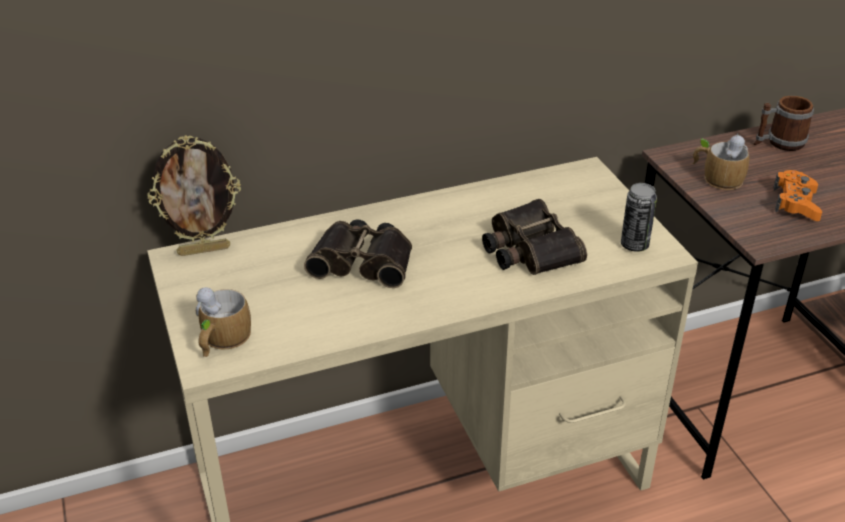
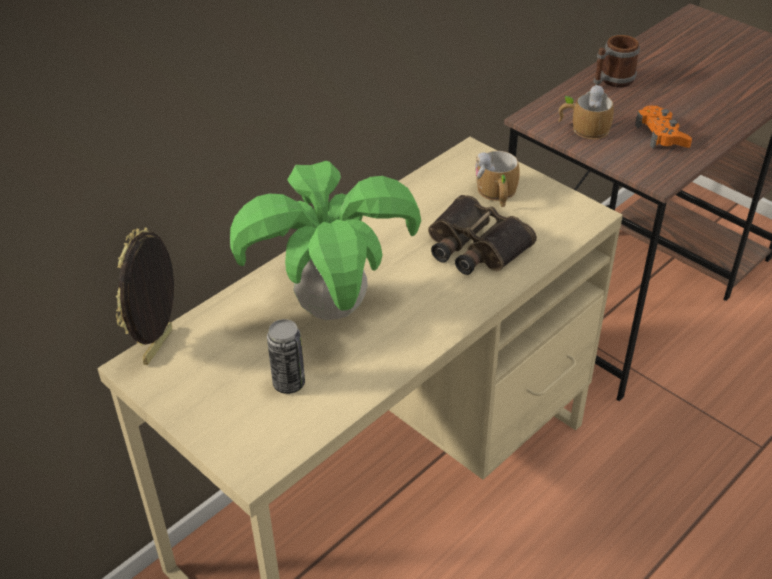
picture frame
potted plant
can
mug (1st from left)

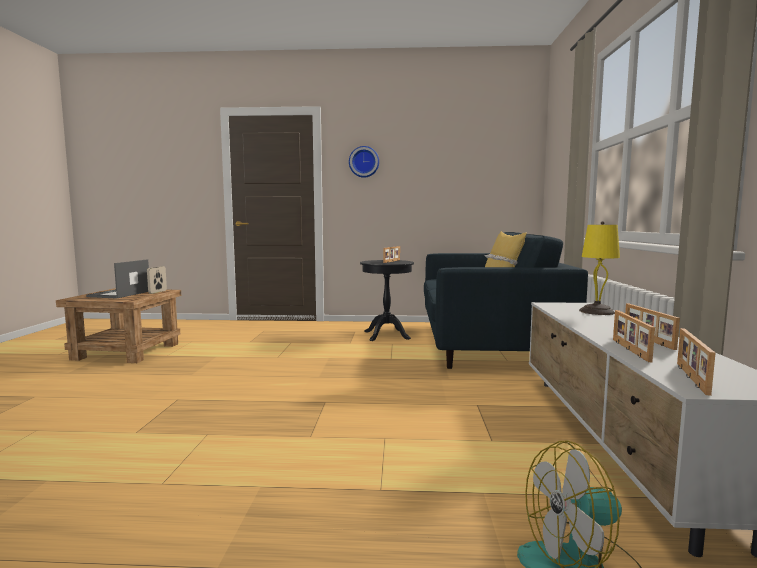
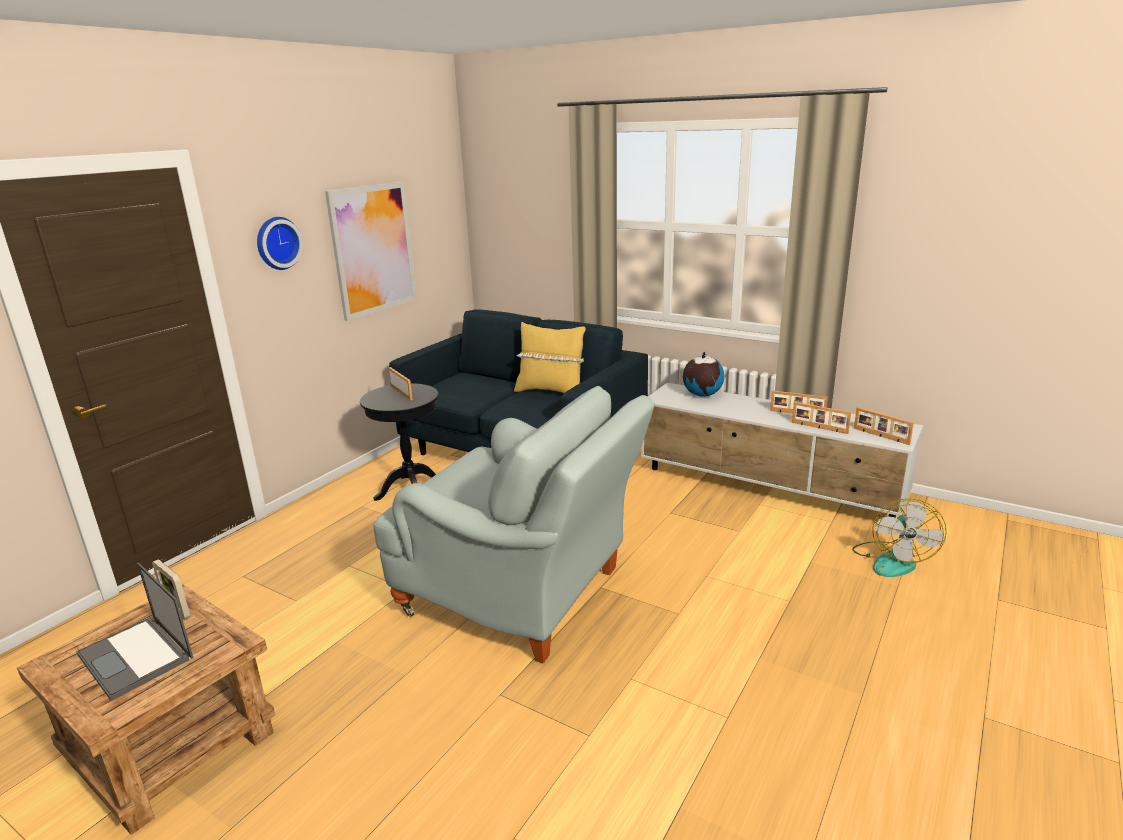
picture
grey armchair
globe

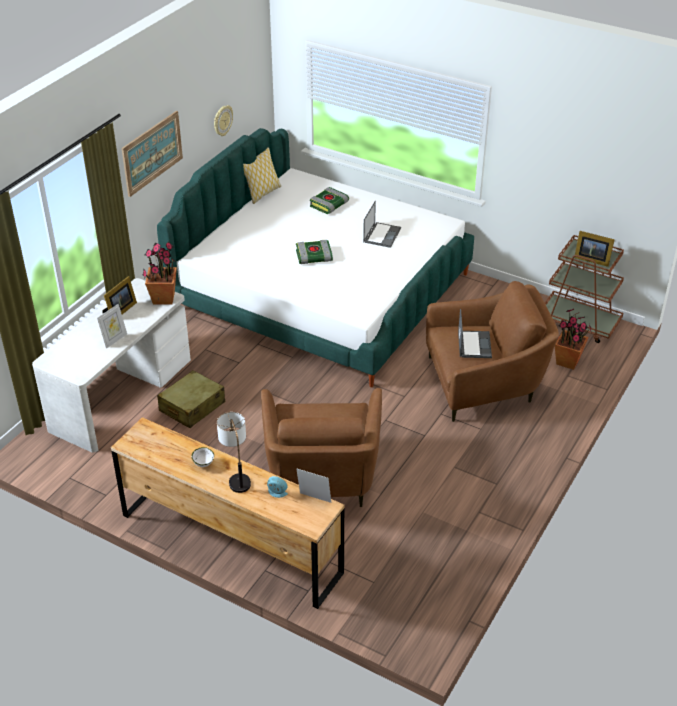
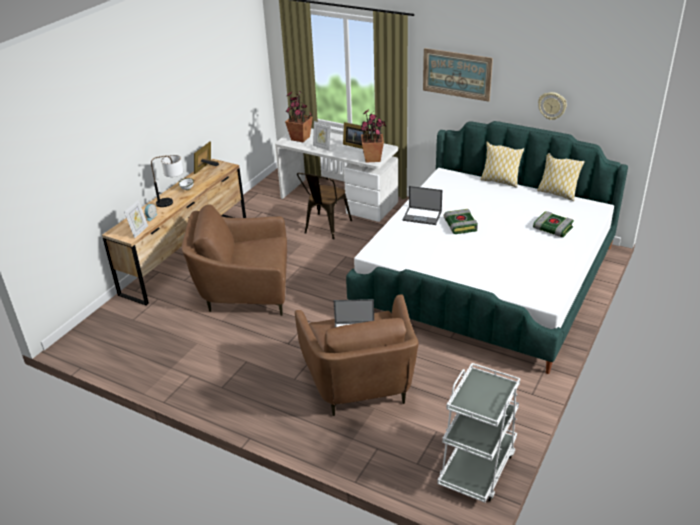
picture frame (2nd from left)
potted plant (1st from left)
brown chair
laptop (2nd from left)
white cart
pillow (1st from left)

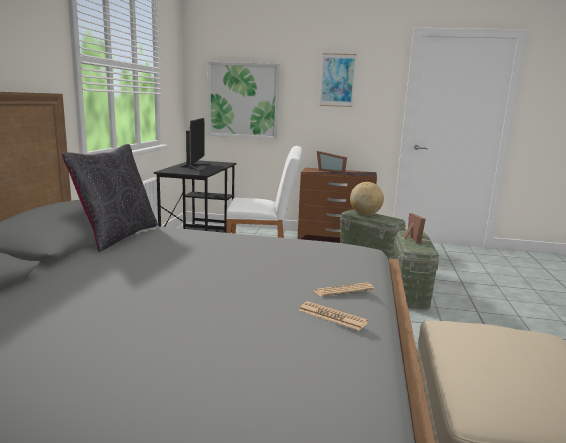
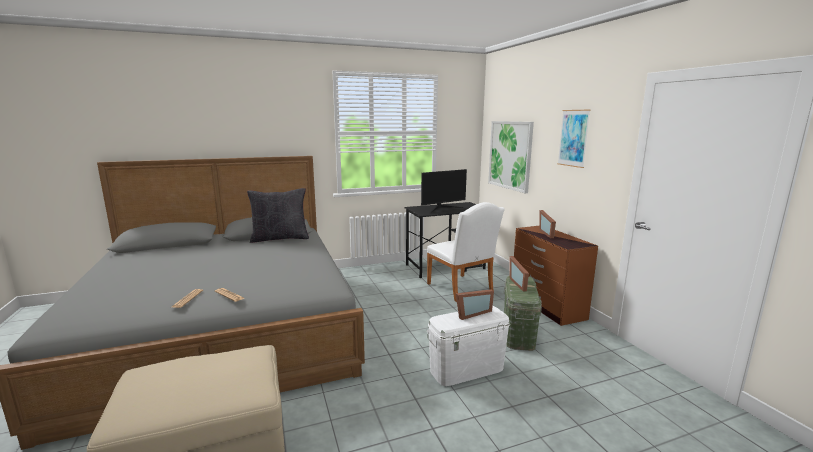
white storage box
picture frame (2nd from left)

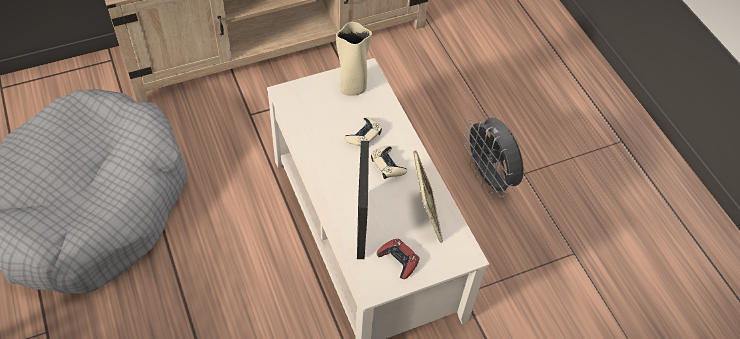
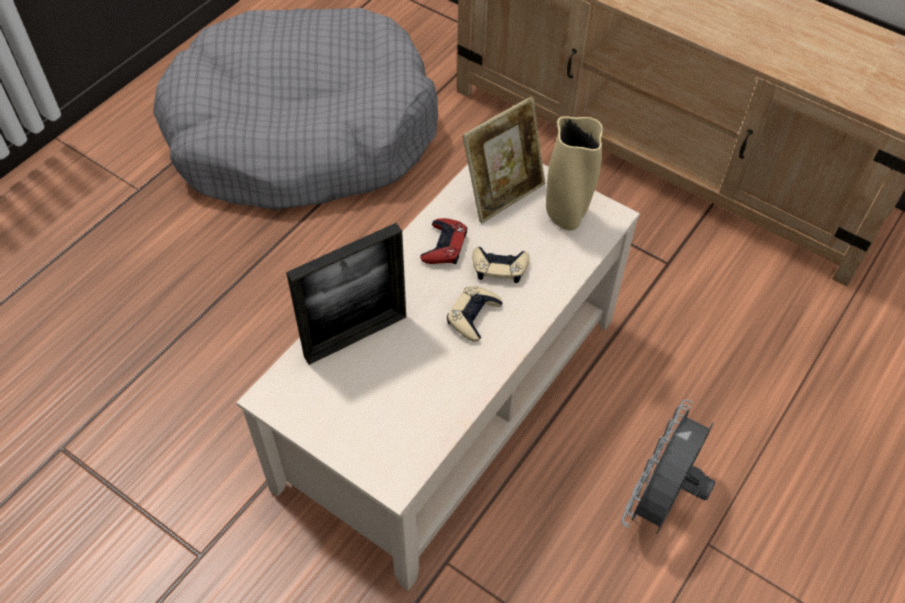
red game controller
picture frame (2nd from left)

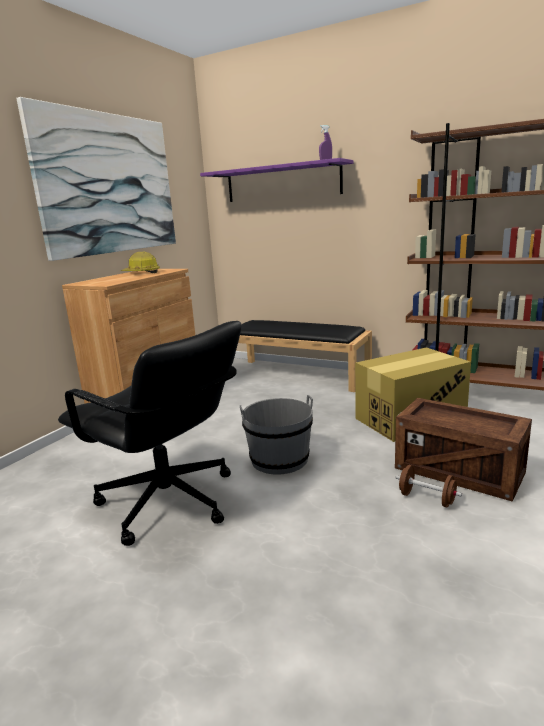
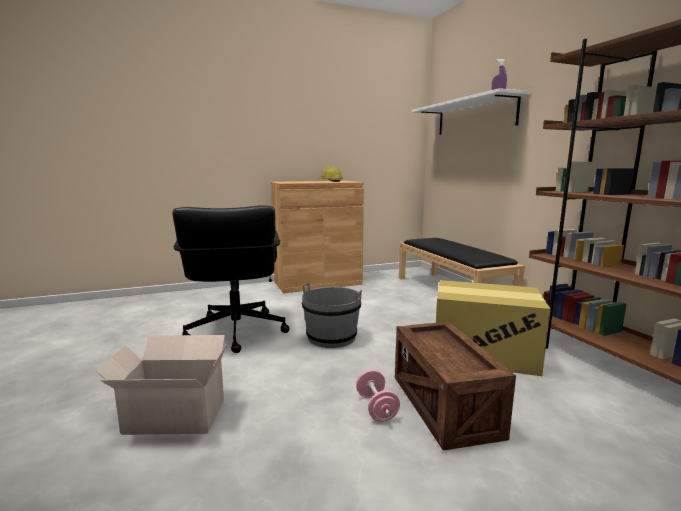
cardboard box (1st from left)
pink dumbbell
white shelf
picture

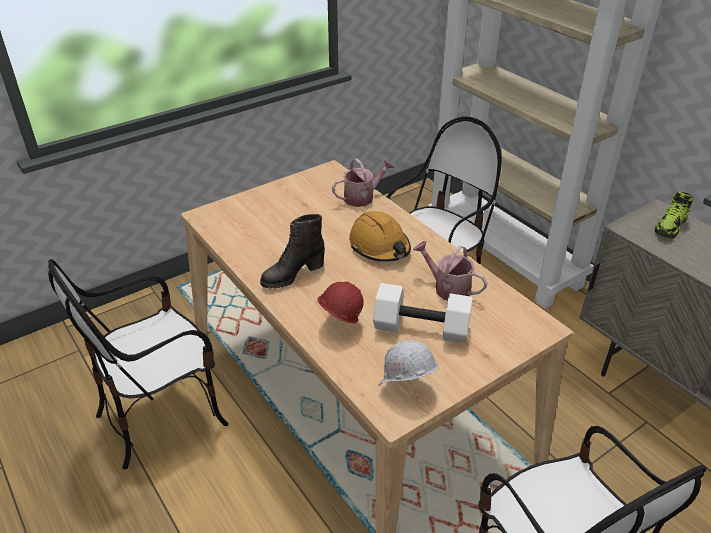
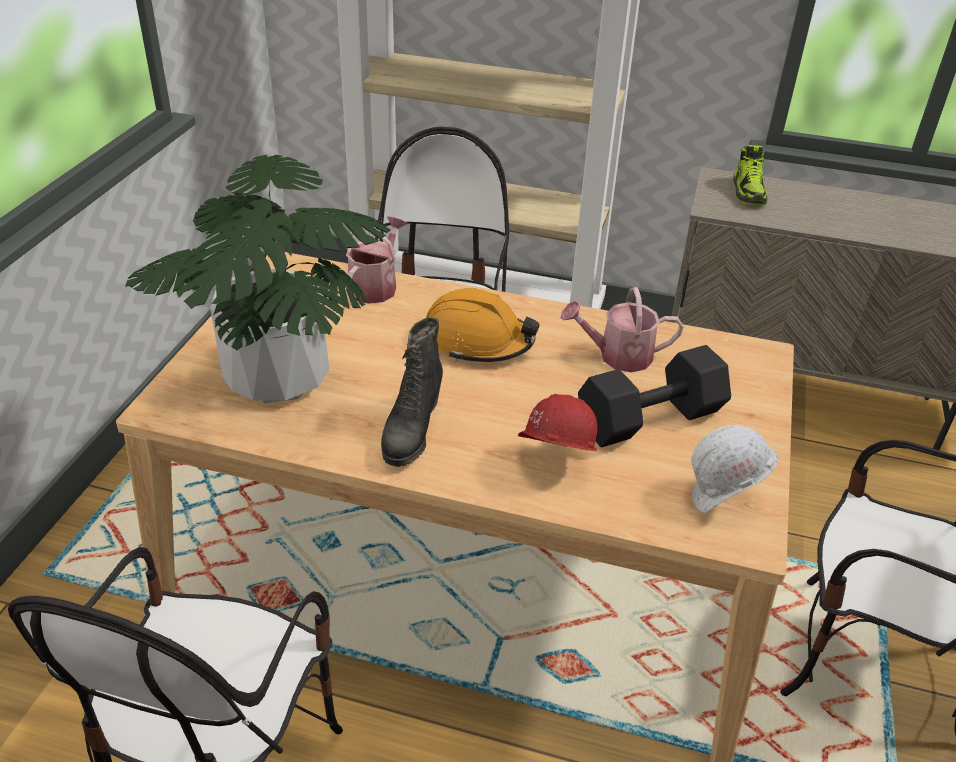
potted plant
black dumbbell

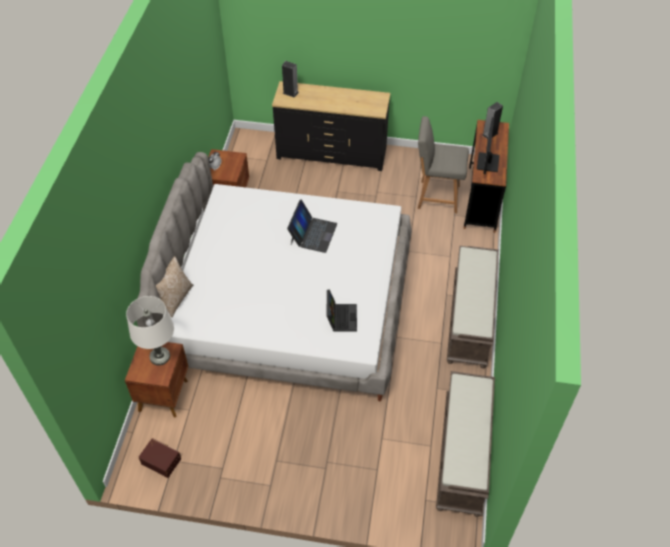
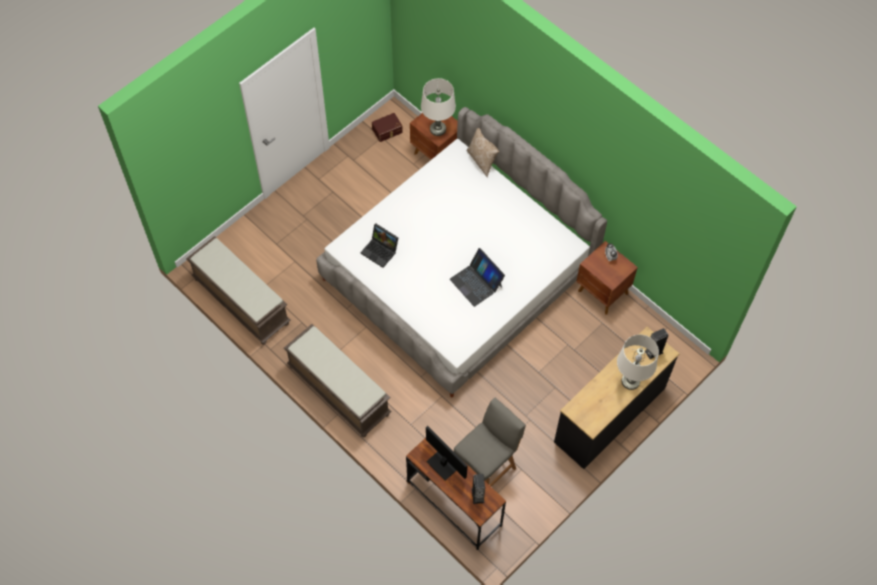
white table lamp (2nd from left)

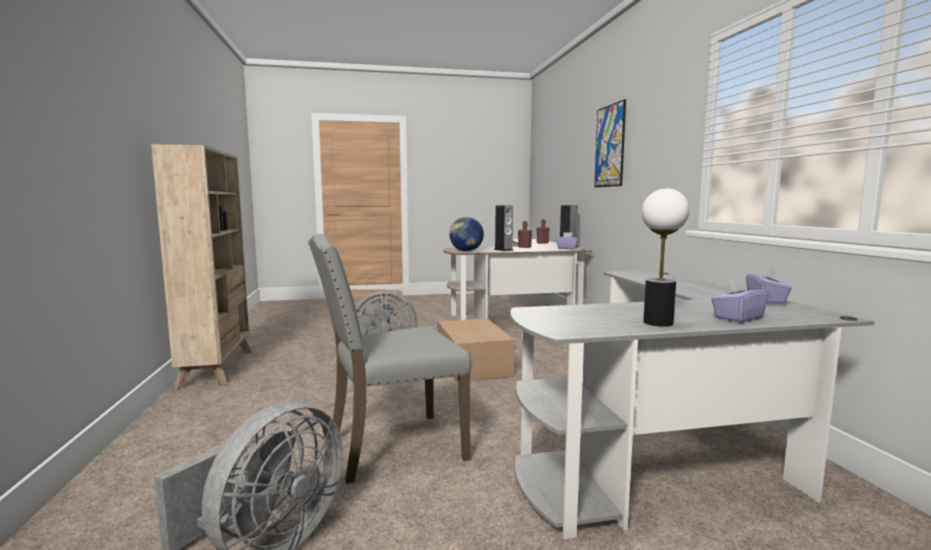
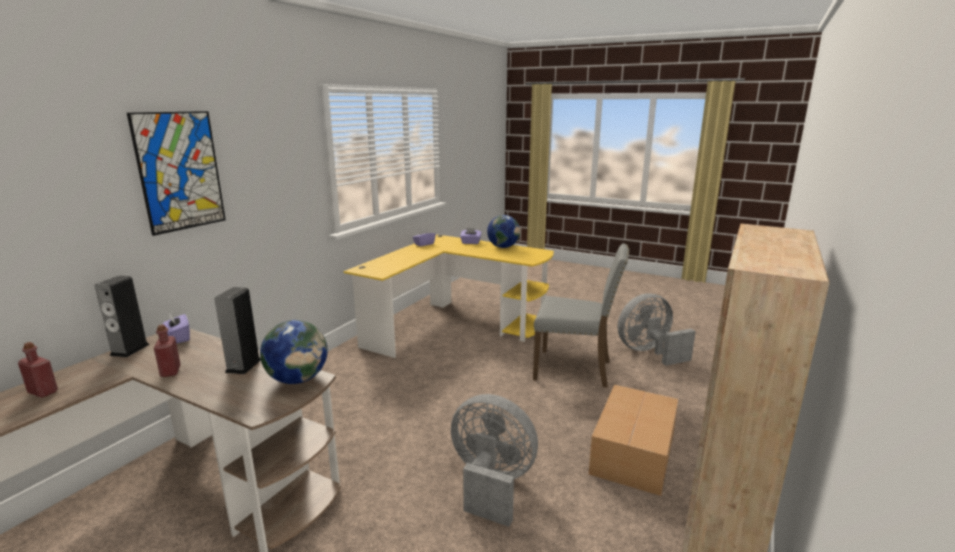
yellow desk
globe (2nd from left)
cardboard box

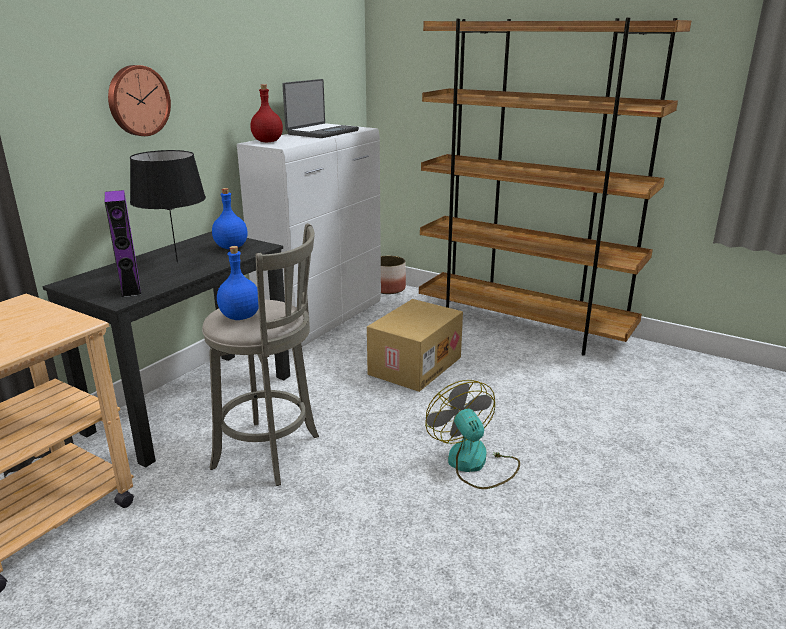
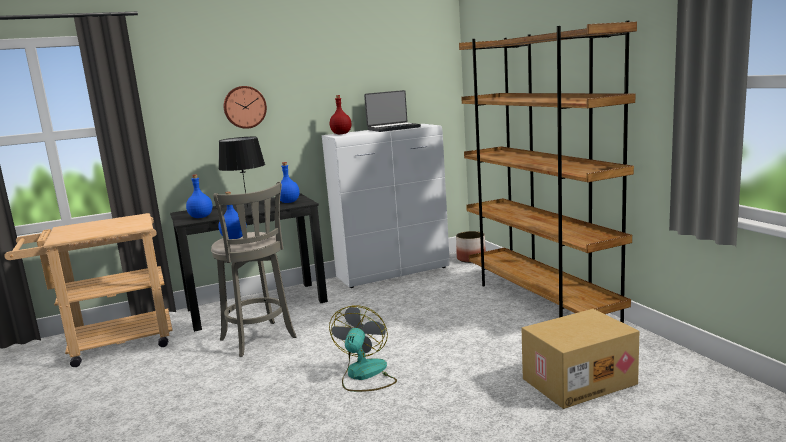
blue bottle (1st from left)
cardboard box

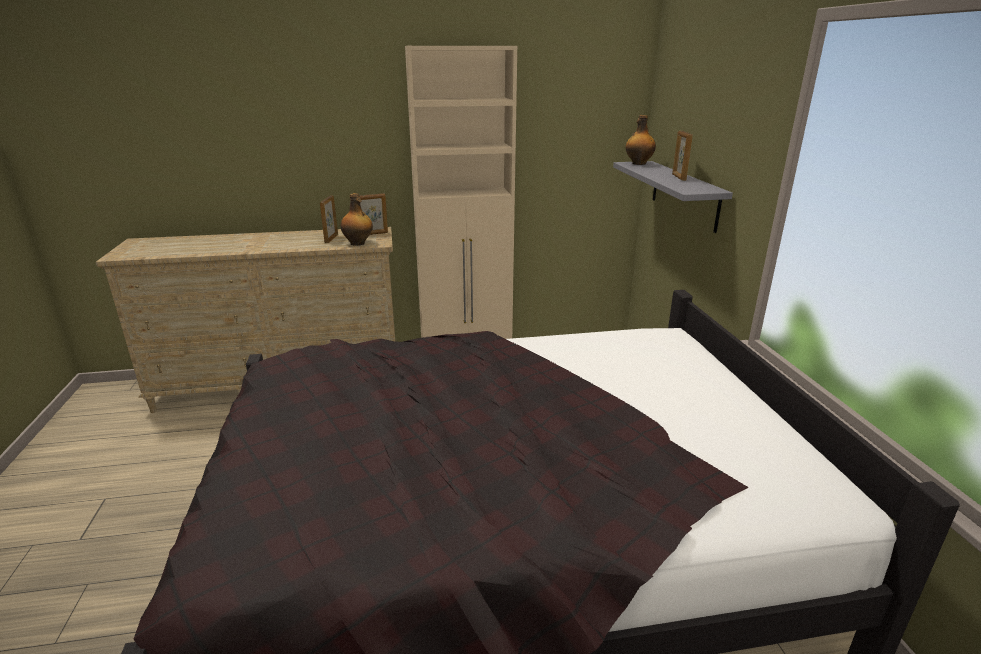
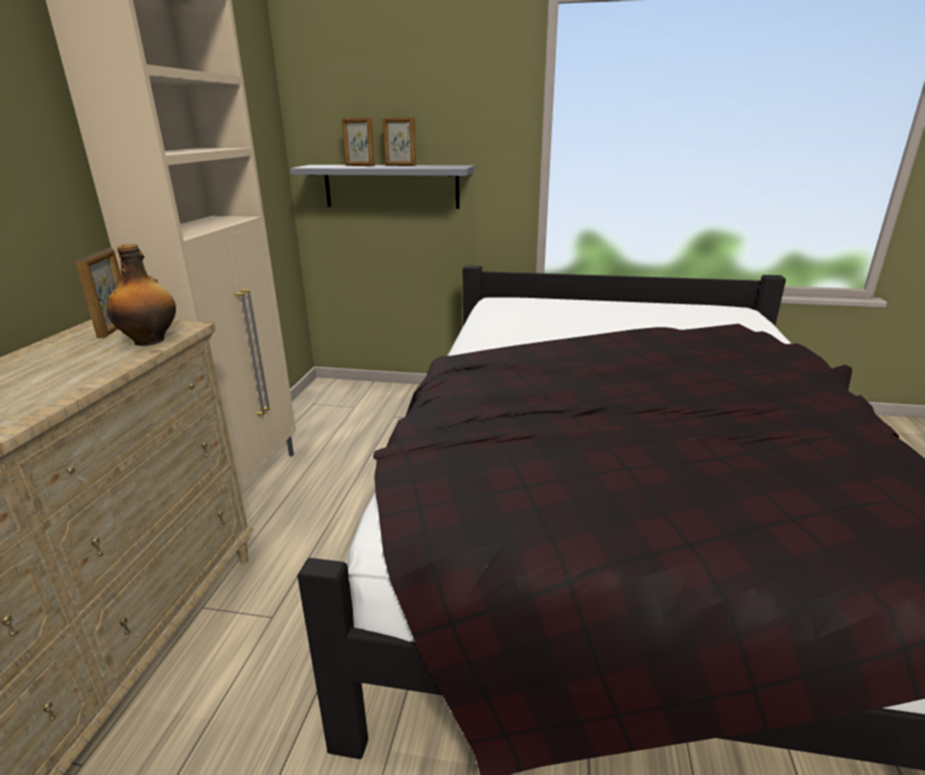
picture frame (2nd from left)
bottle (2nd from left in the first image)

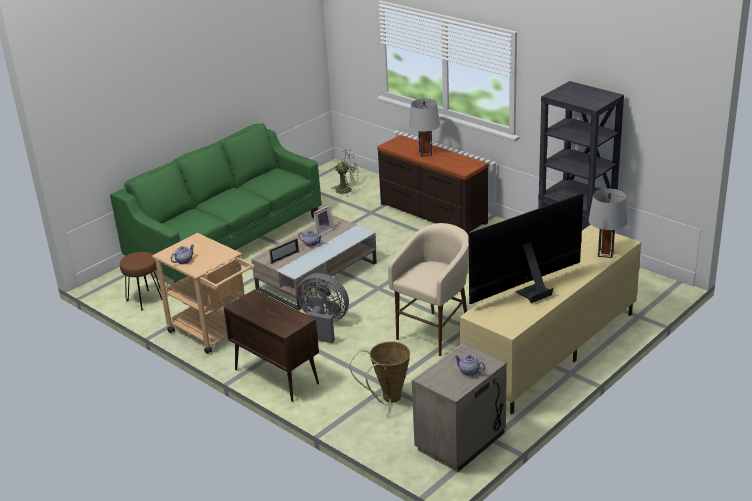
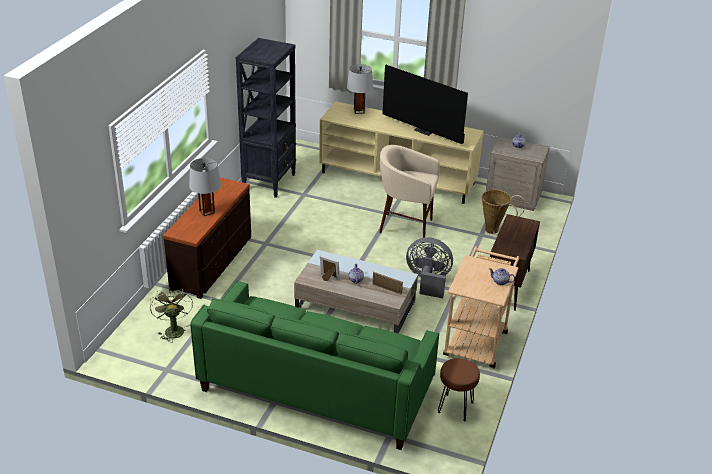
grey fan

